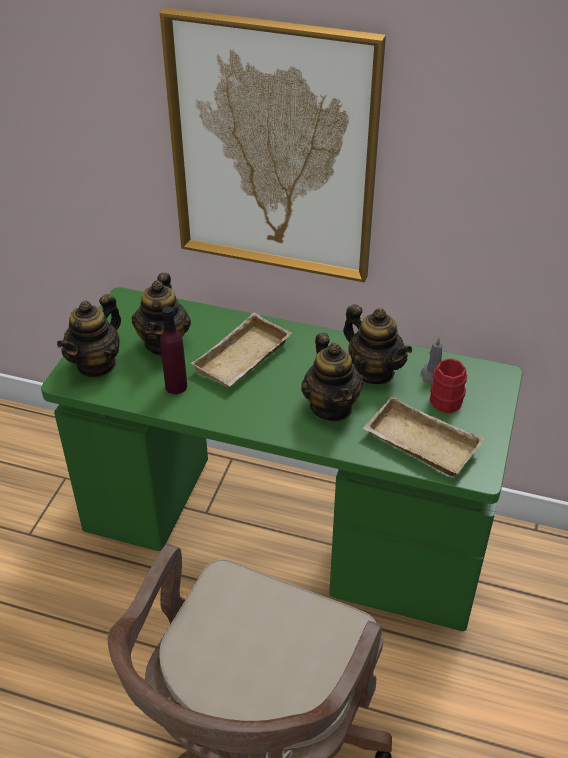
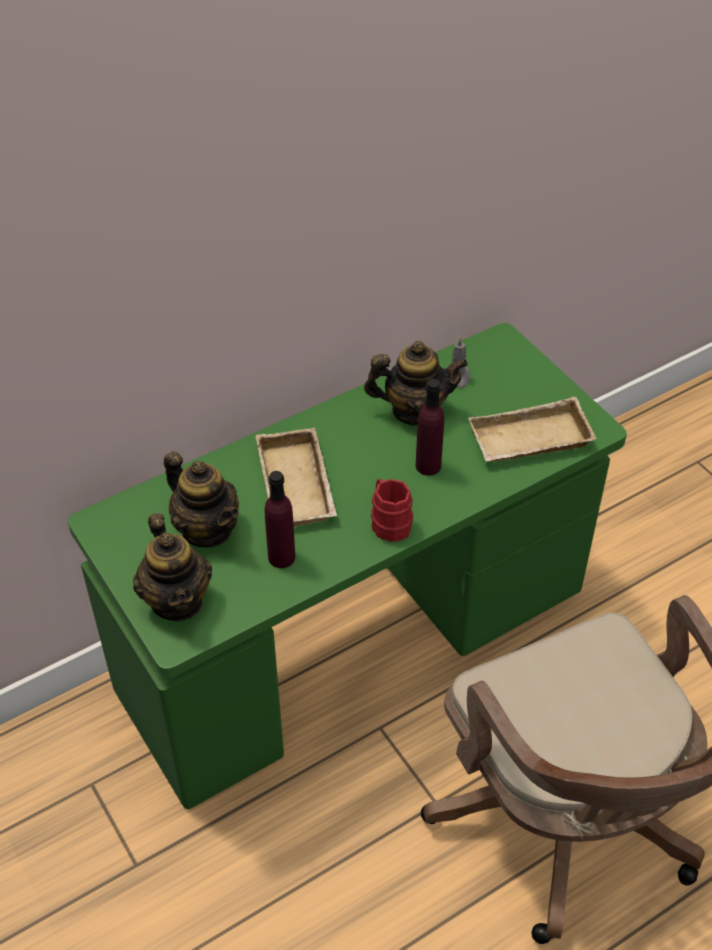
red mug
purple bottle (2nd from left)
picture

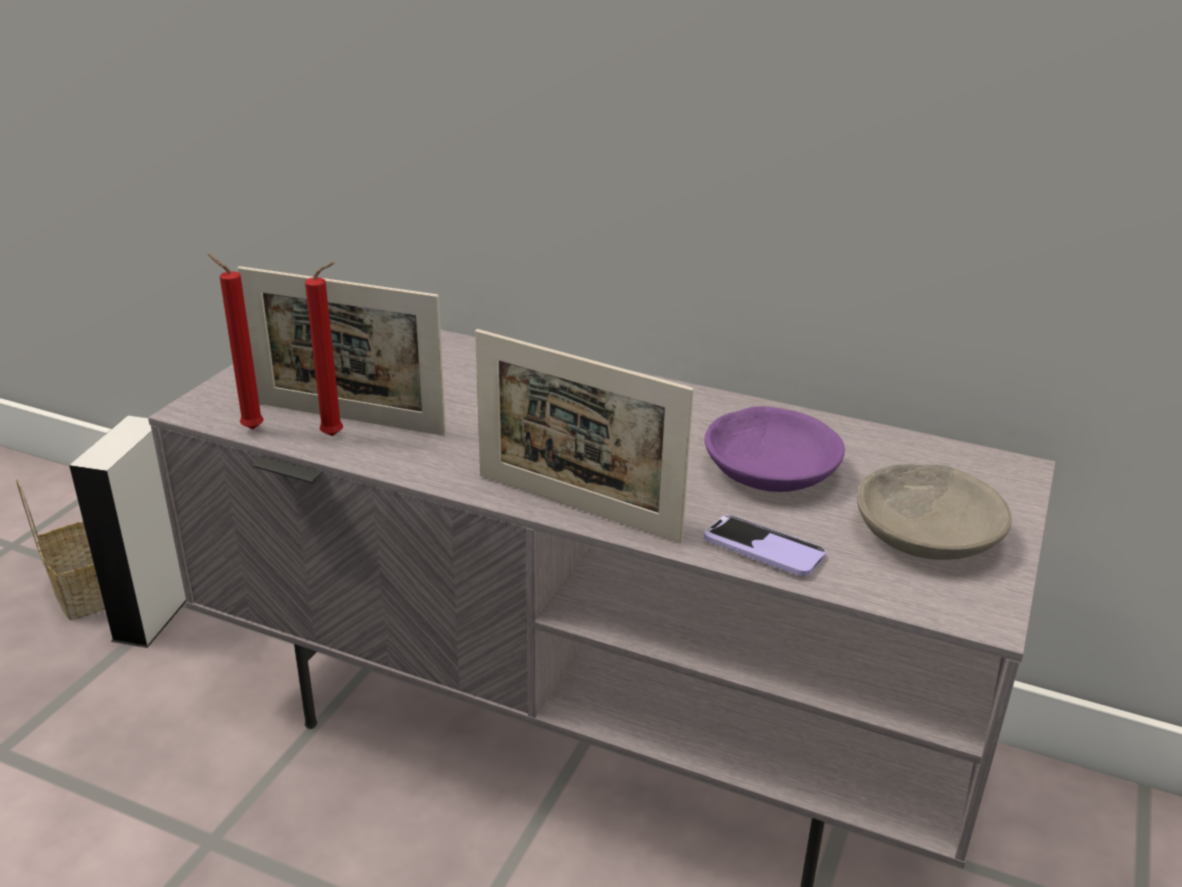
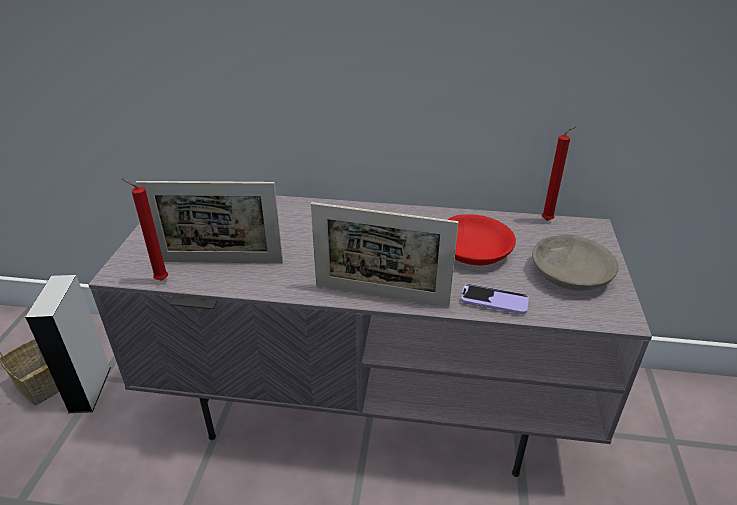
red bowl
red candle (2nd from left)

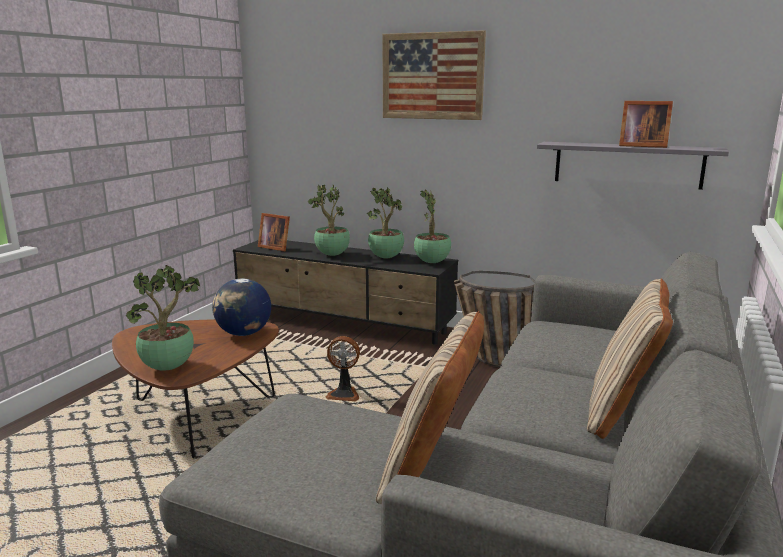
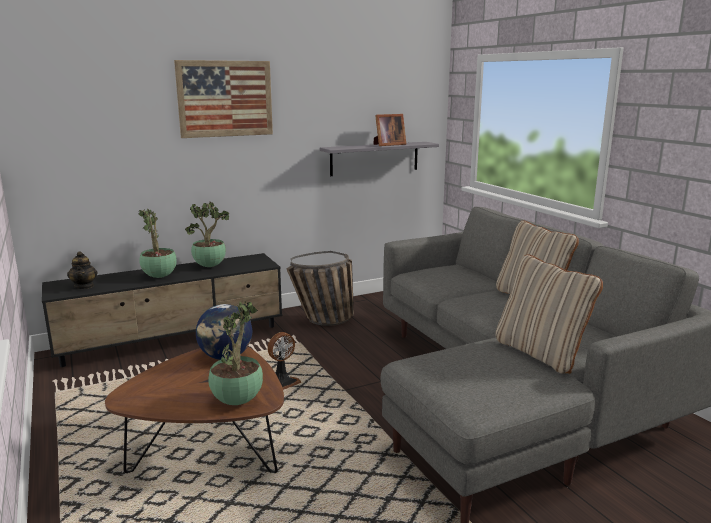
teapot
potted plant (4th from left in the first image)

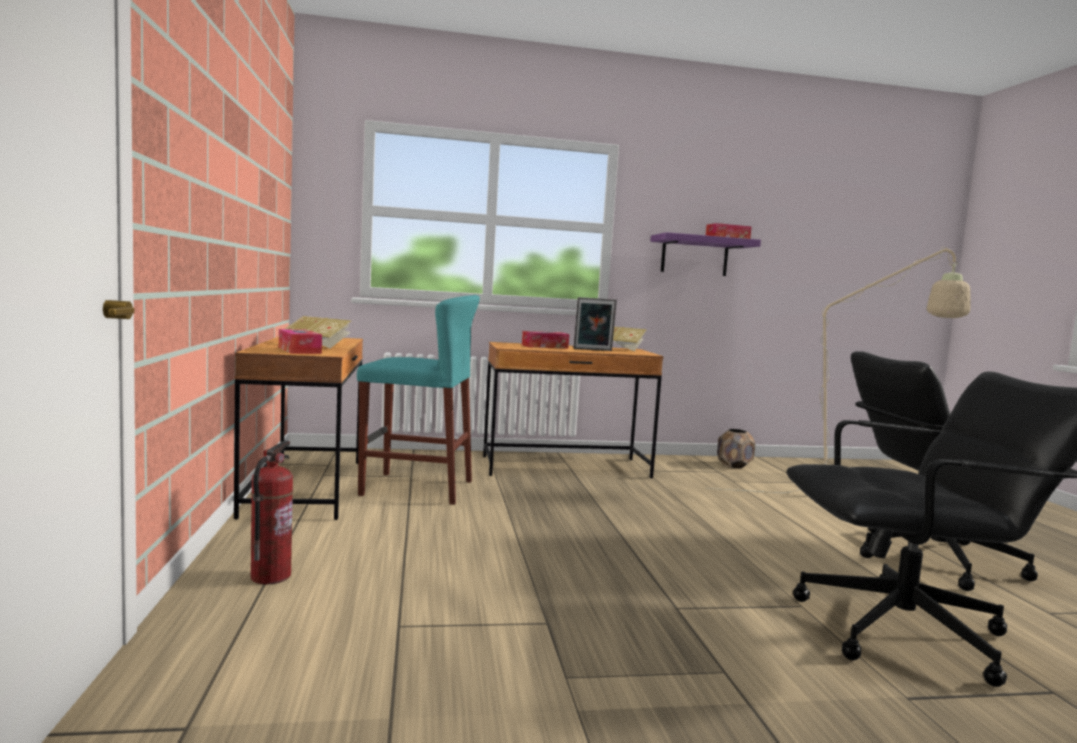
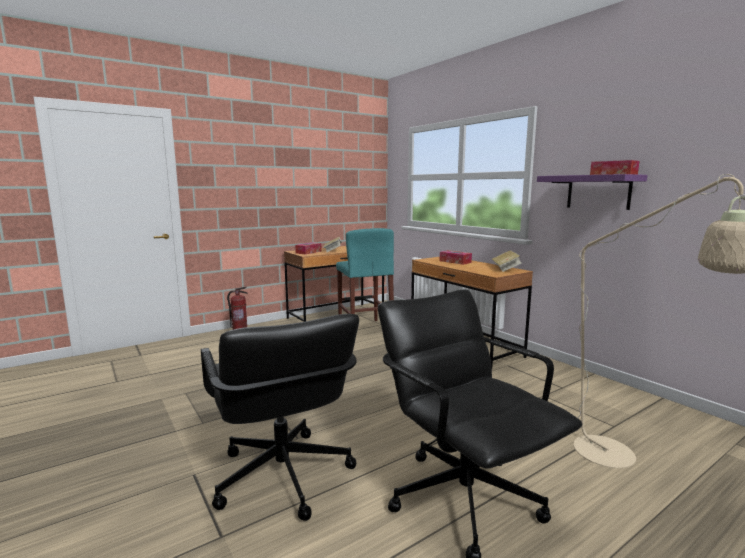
picture frame
brown planter

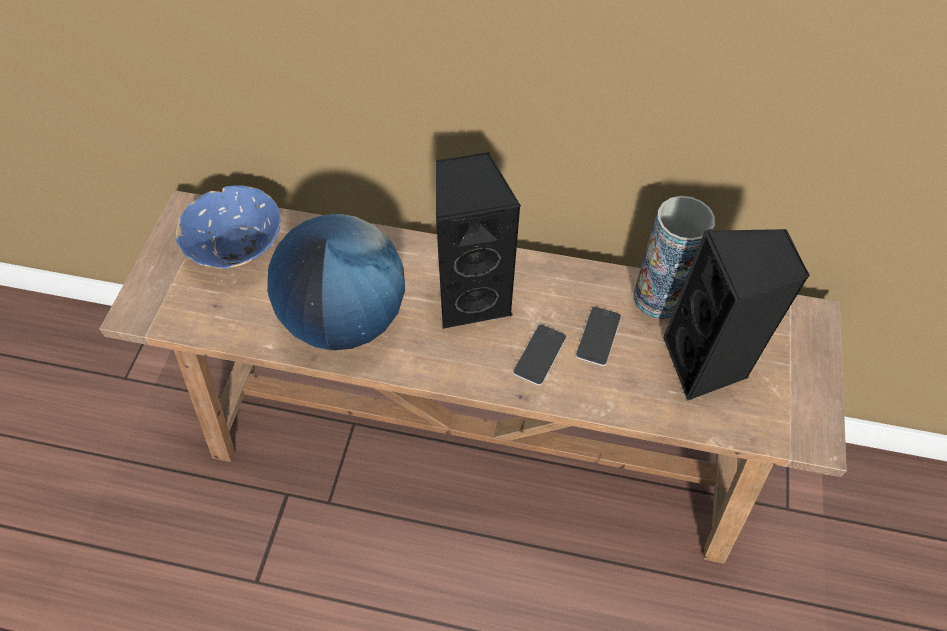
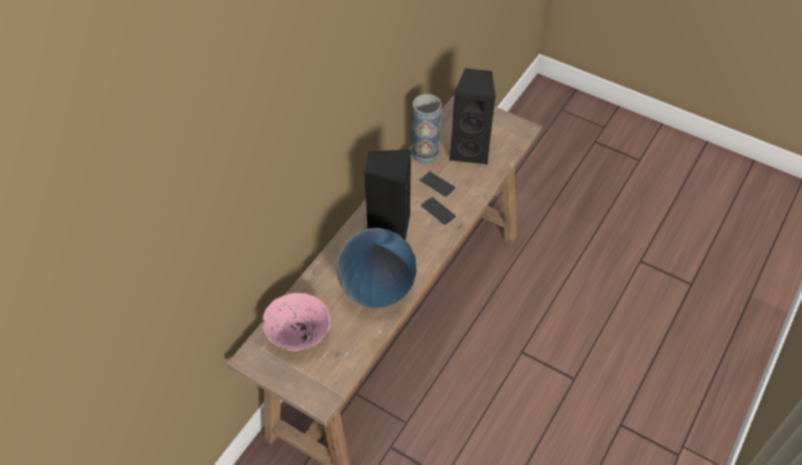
pink bowl

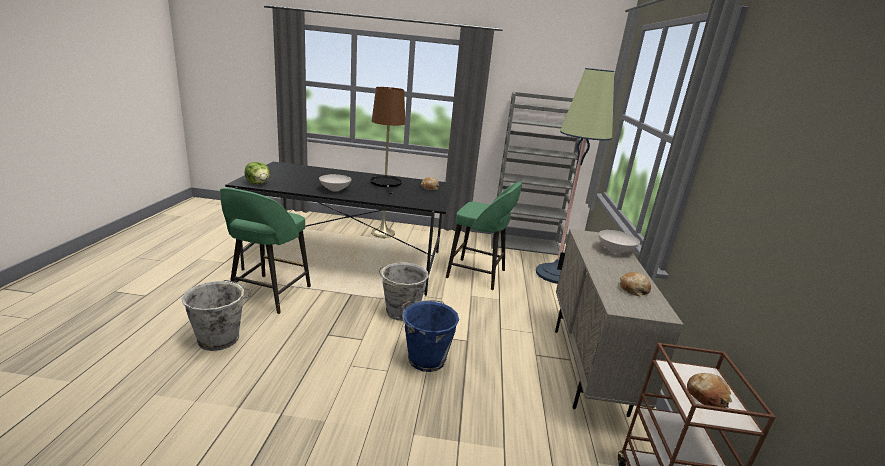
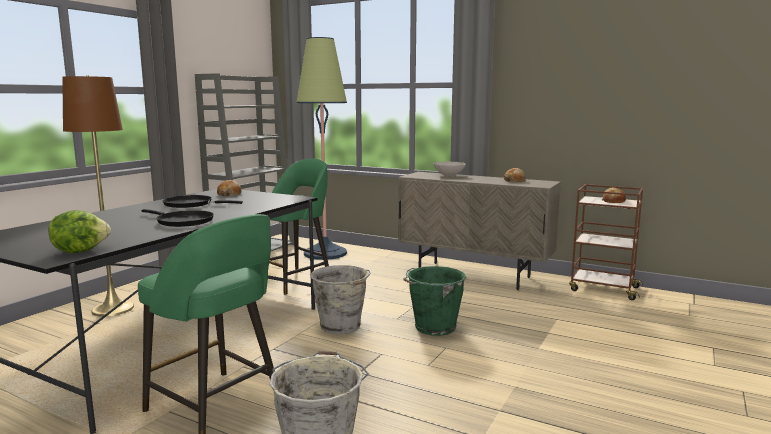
black frying pan (1st from left)
green bucket

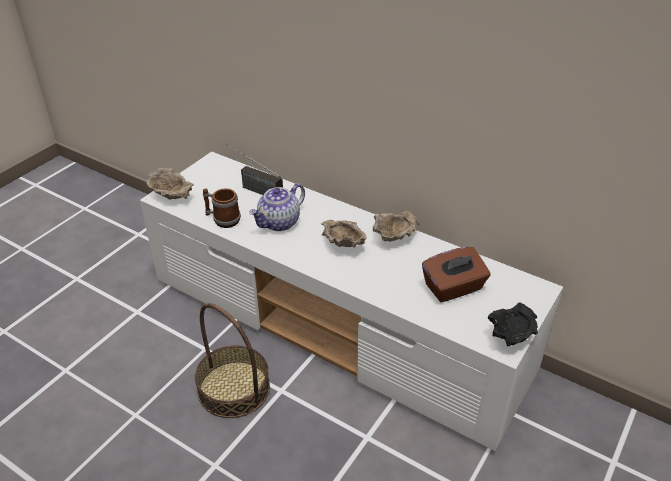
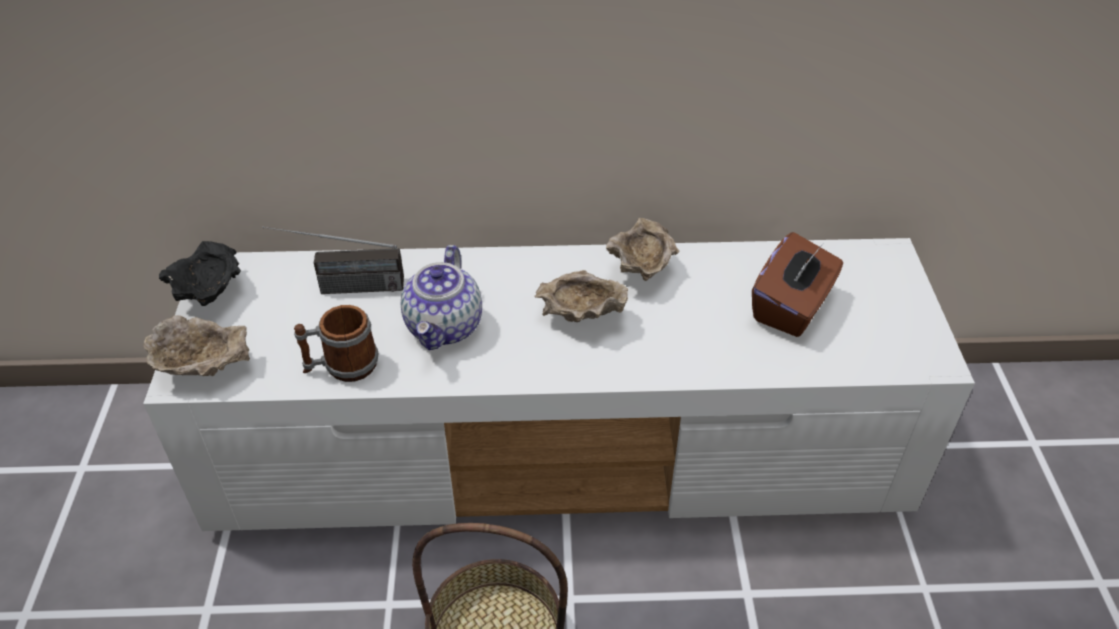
black bowl

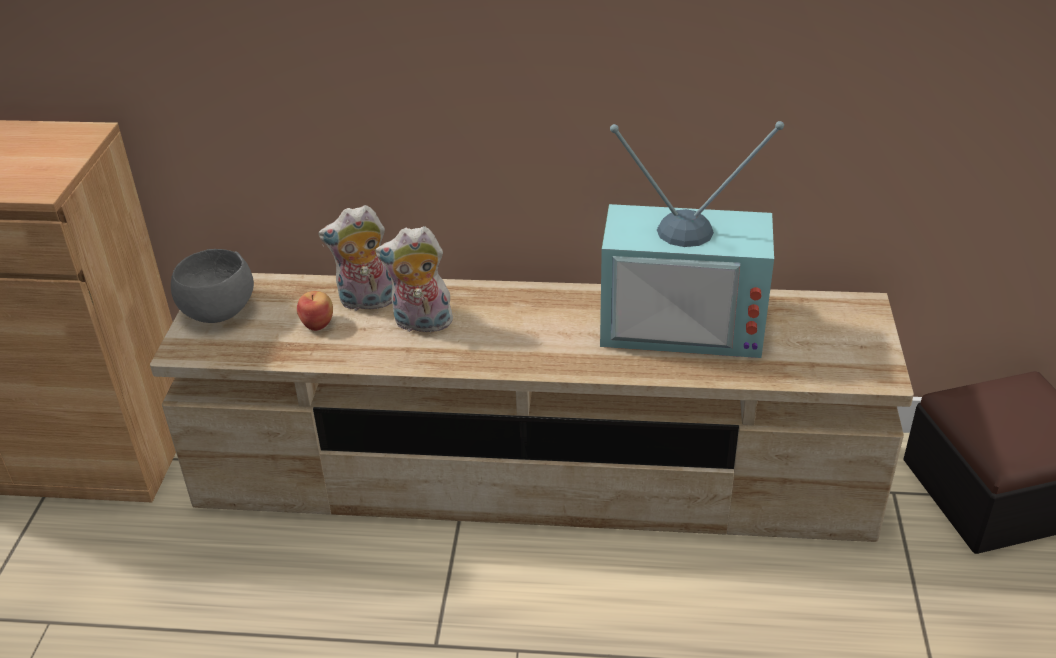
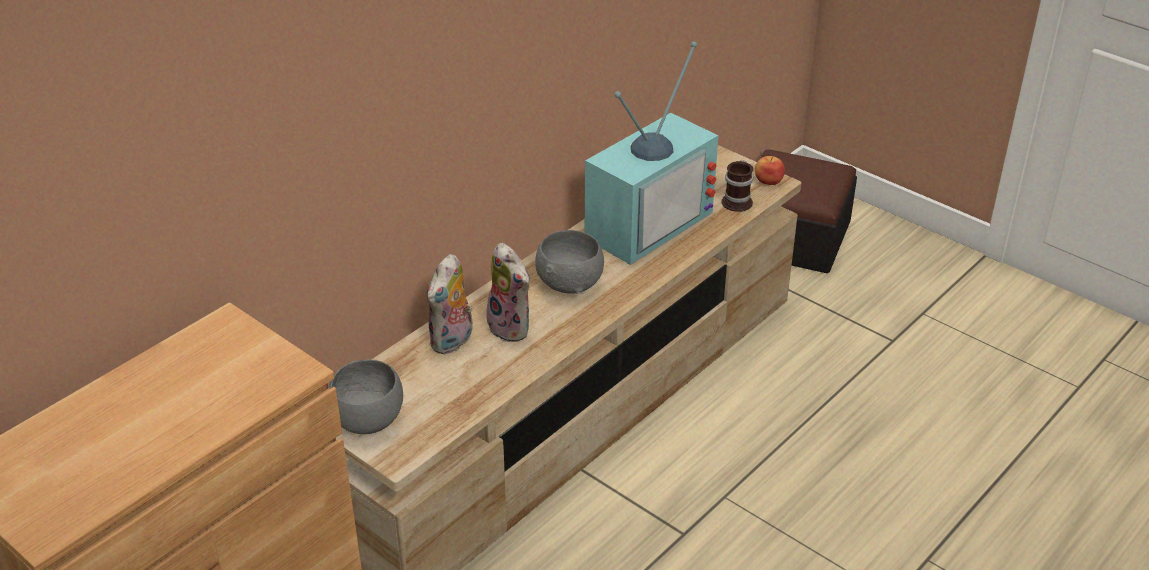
plush toy (2nd from left)
grey bowl (2nd from left)
mug
apple

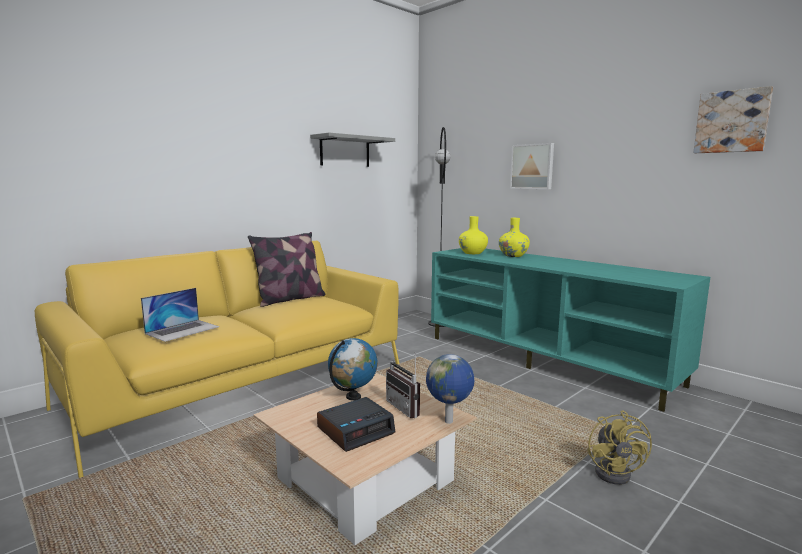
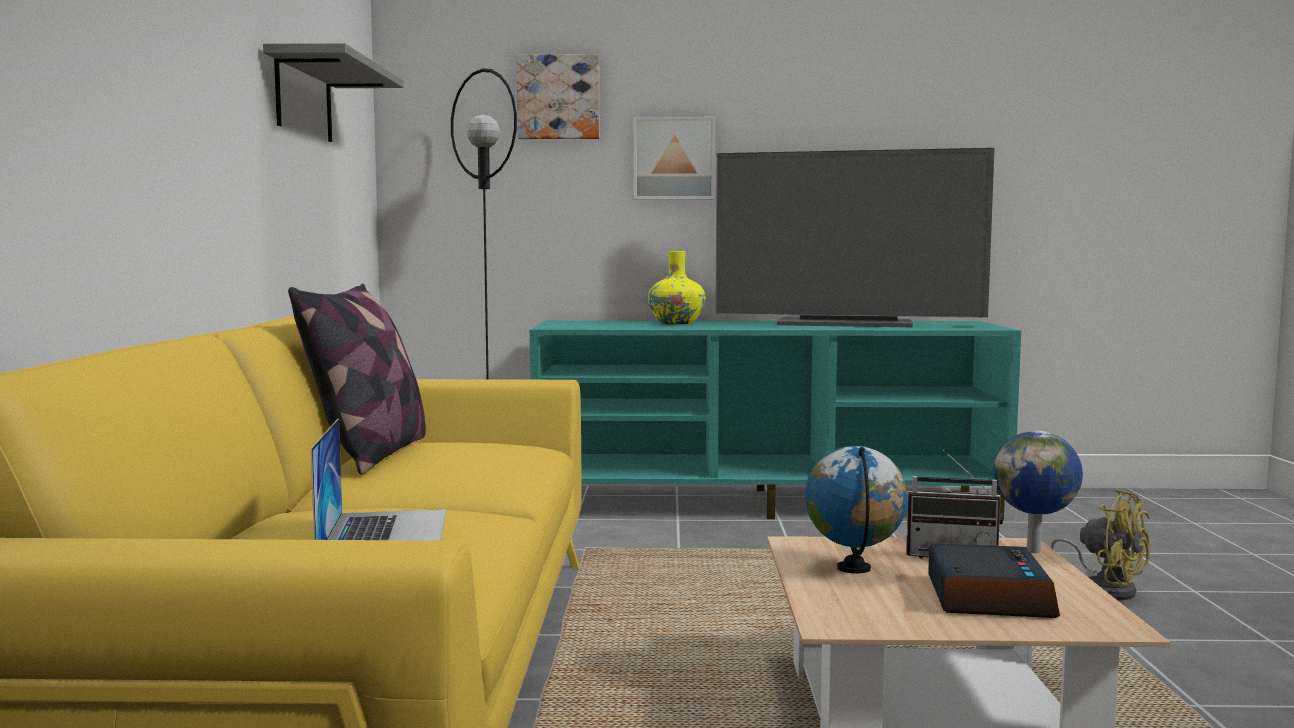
picture (1st from left)
television
yellow vase (1st from left in the first image)

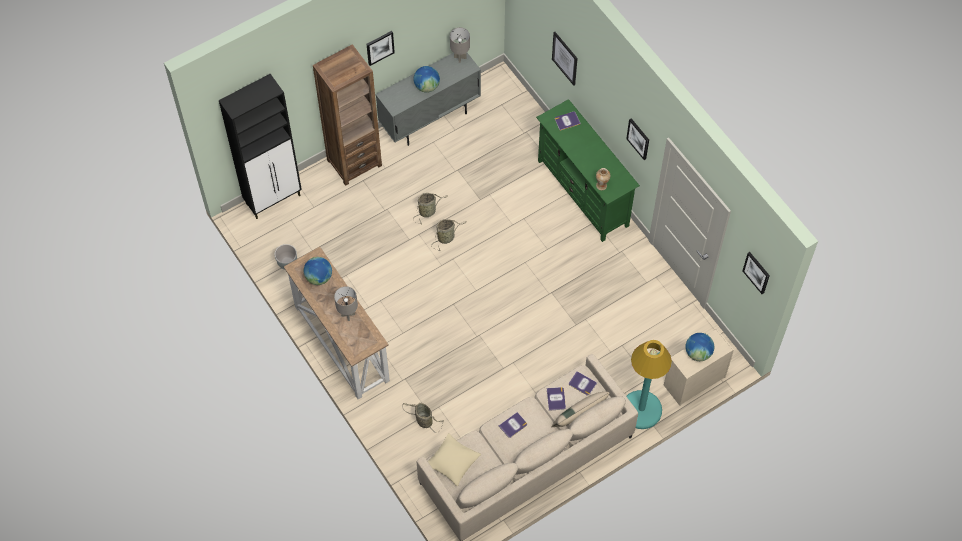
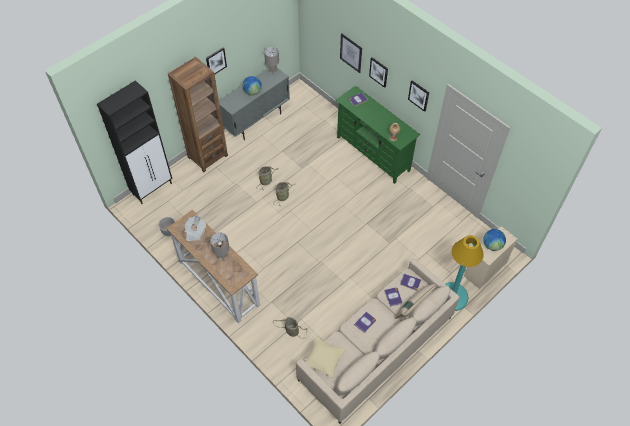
newspaper
picture (3rd from left)

